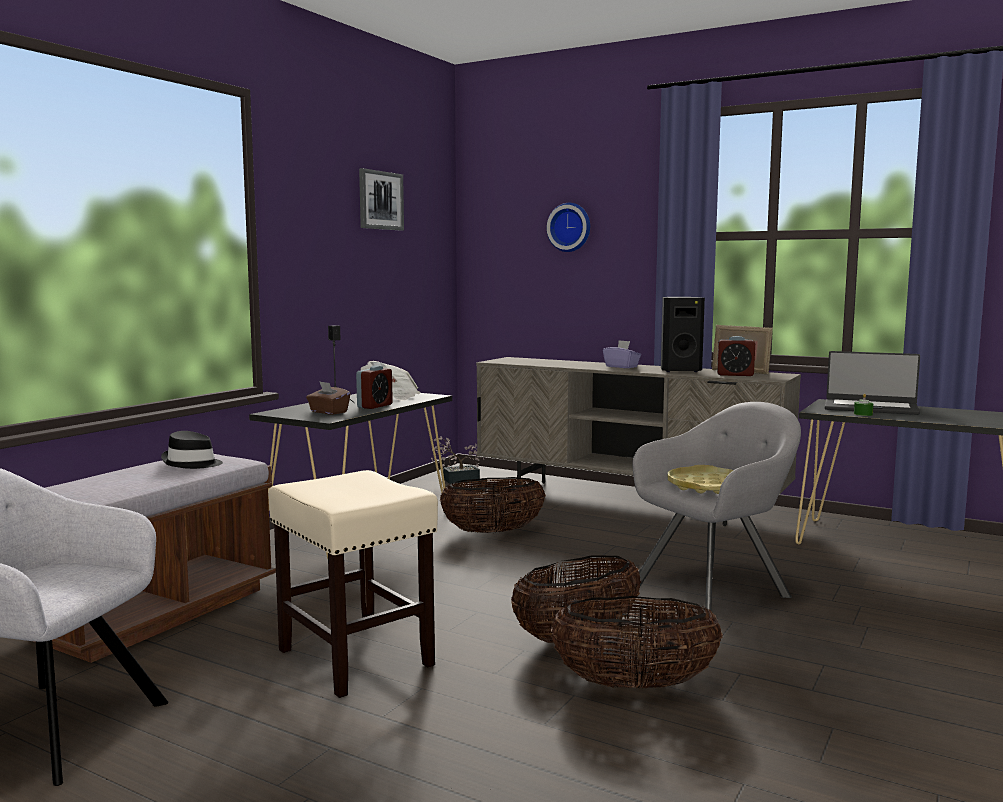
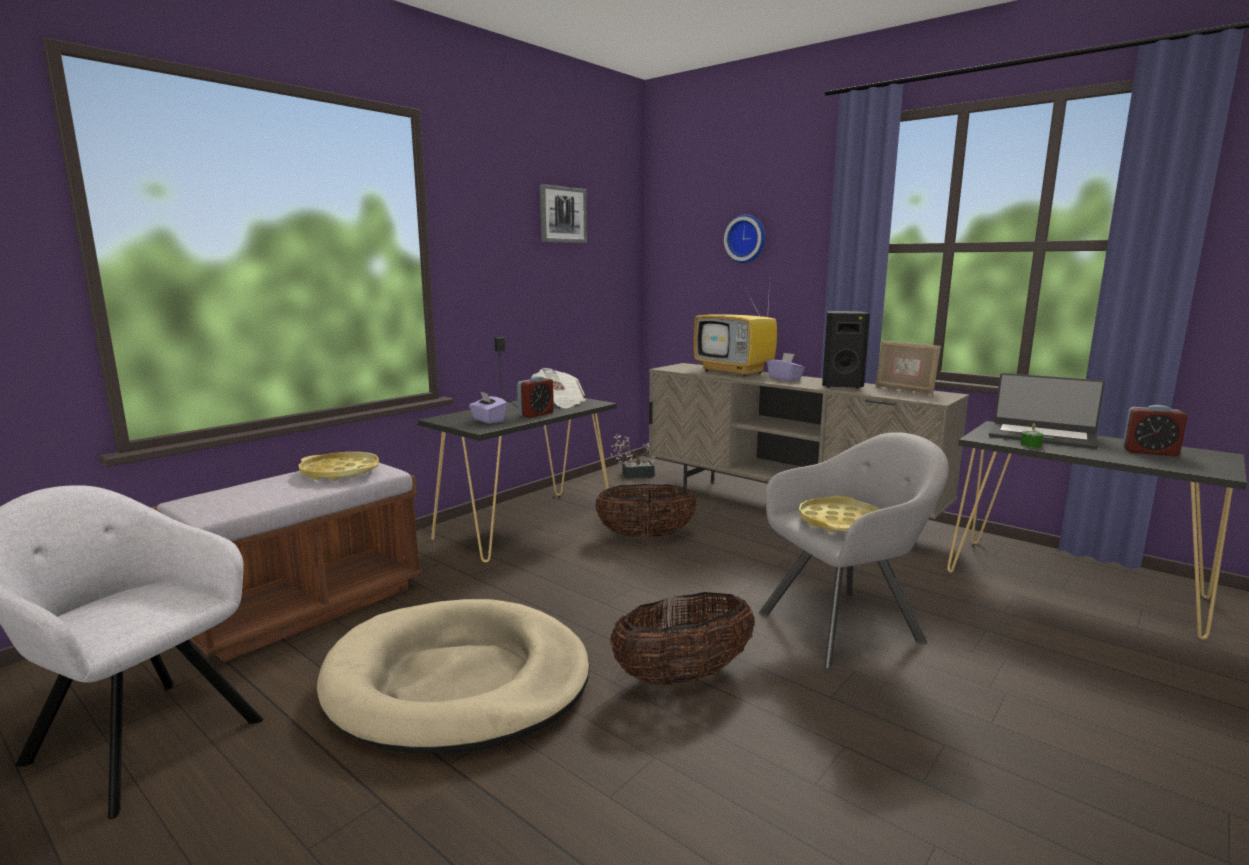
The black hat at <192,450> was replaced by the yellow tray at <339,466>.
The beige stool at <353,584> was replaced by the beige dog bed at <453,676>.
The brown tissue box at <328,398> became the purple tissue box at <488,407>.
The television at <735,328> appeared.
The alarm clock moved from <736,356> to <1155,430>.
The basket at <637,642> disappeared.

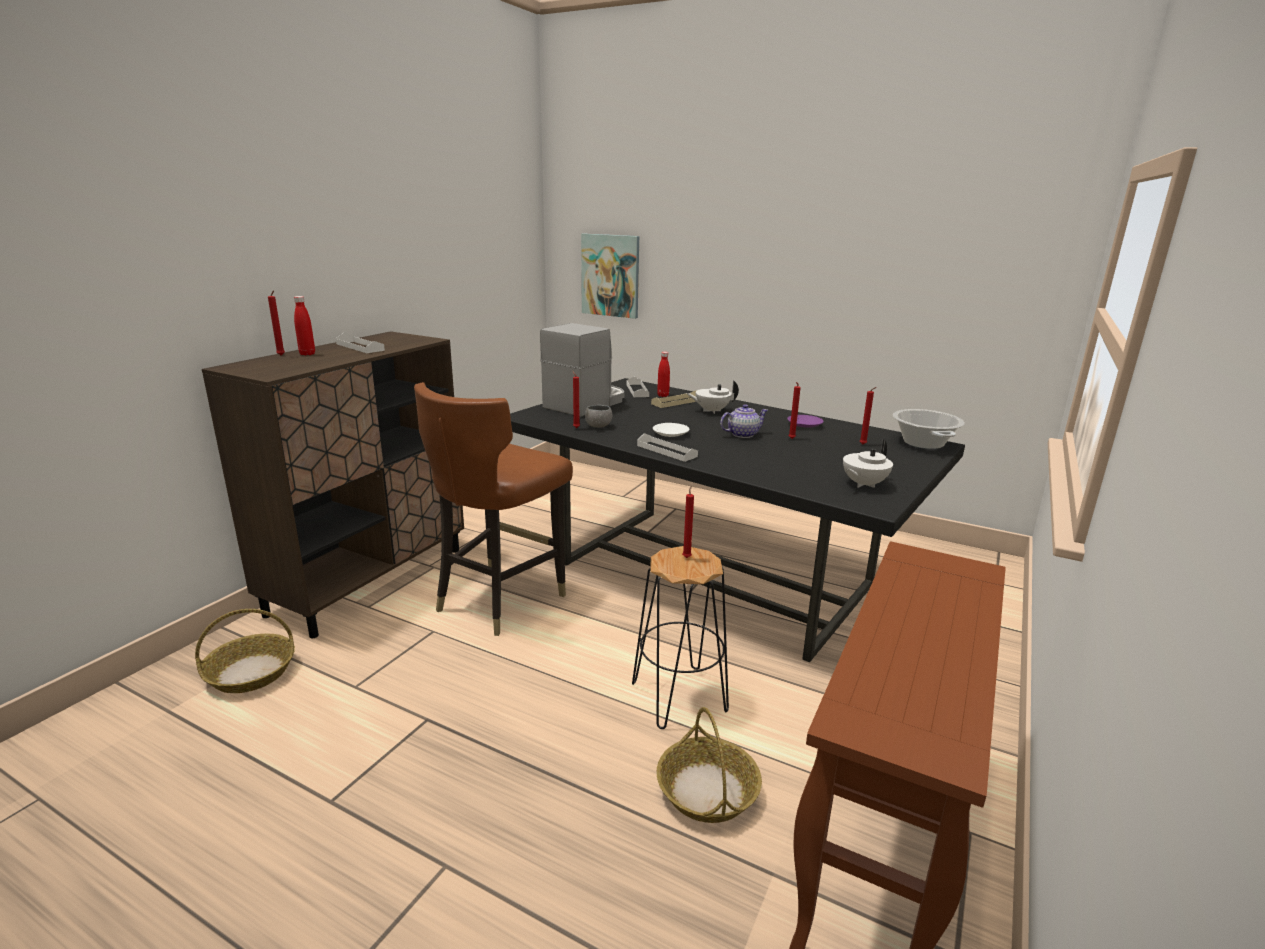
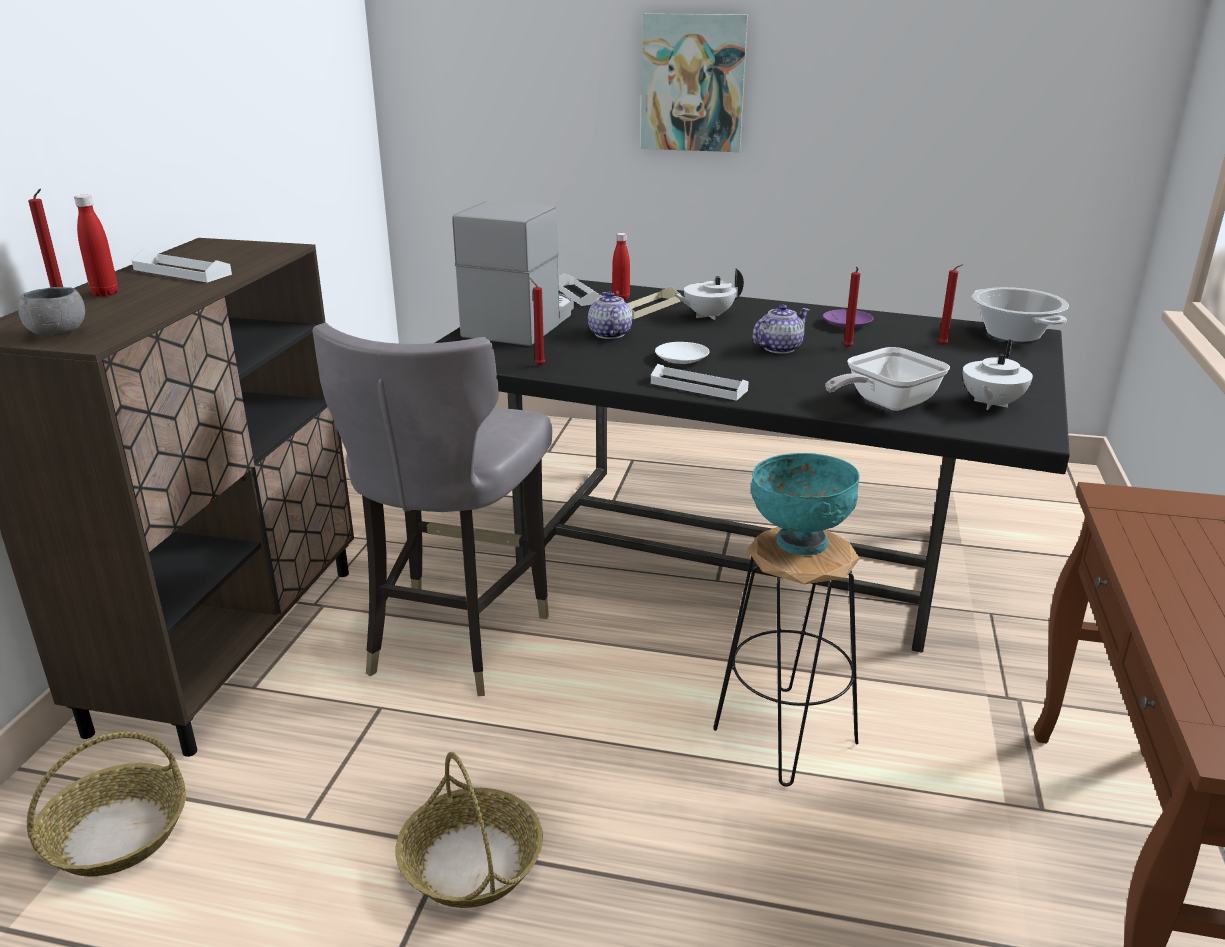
The grey bowl moved from <598,416> to <51,312>.
The brown chair at <493,509> became the grey chair at <432,509>.
The basket moved from <709,765> to <469,830>.
The teapot at <610,315> appeared.
The picture moved from <610,276> to <694,82>.
The red candle at <688,521> was replaced by the turquoise bowl at <805,504>.
The frying pan at <887,379> appeared.

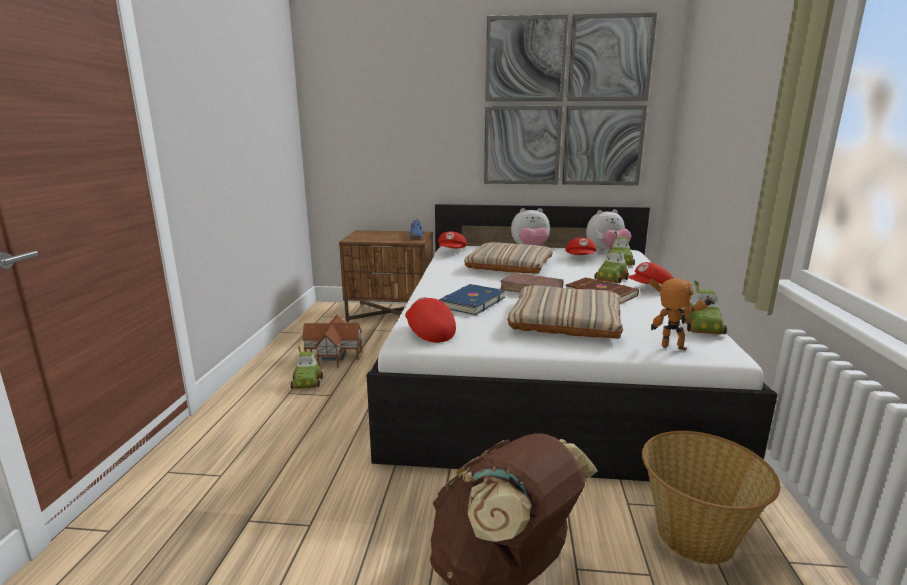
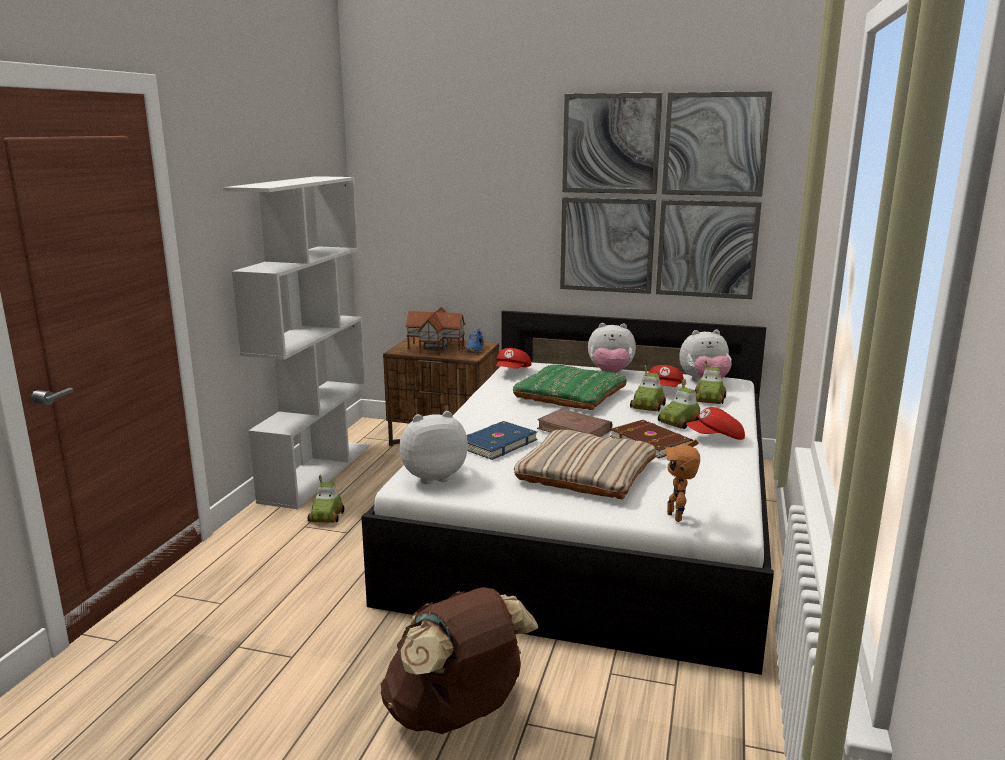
The white bookcase at <296,342> appeared.
The red cap at <430,320> was replaced by the plush toy at <433,447>.
The toy house moved from <332,341> to <435,331>.
The beige pillow at <508,258> became the green pillow at <570,387>.
The toy car moved from <704,307> to <648,388>.
The toy robot at <682,314> turned 135 degrees counterclockwise.
The basket at <711,497> disappeared.

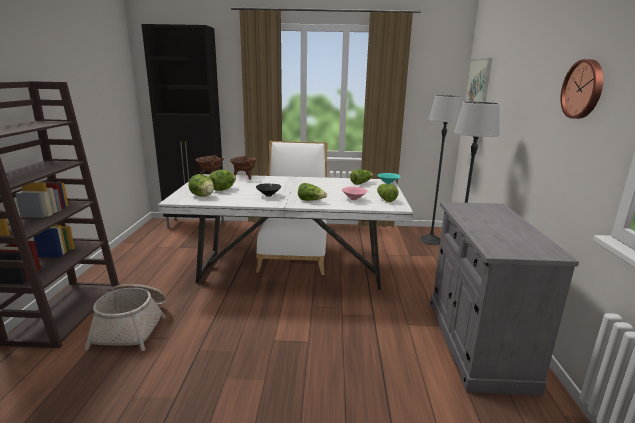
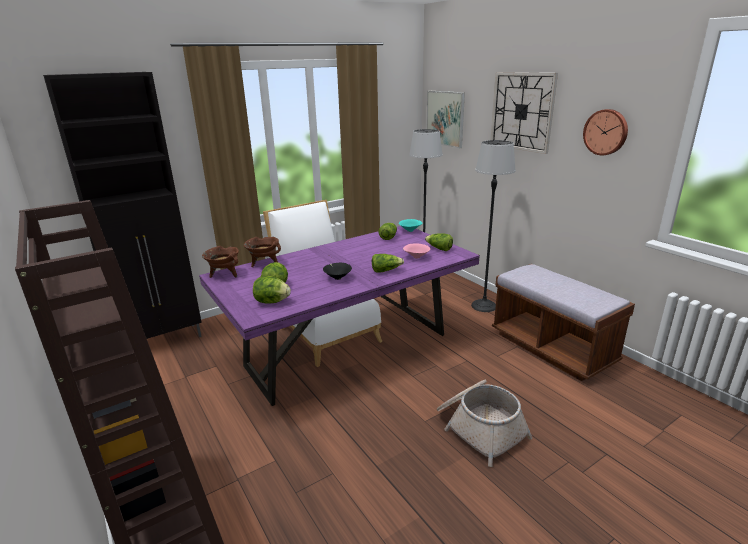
The white dining table at <285,232> became the purple dining table at <339,316>.
The basket moved from <125,317> to <484,423>.
The wall clock at <524,113> appeared.
The grey cabinet at <504,298> was replaced by the brown bench at <563,322>.

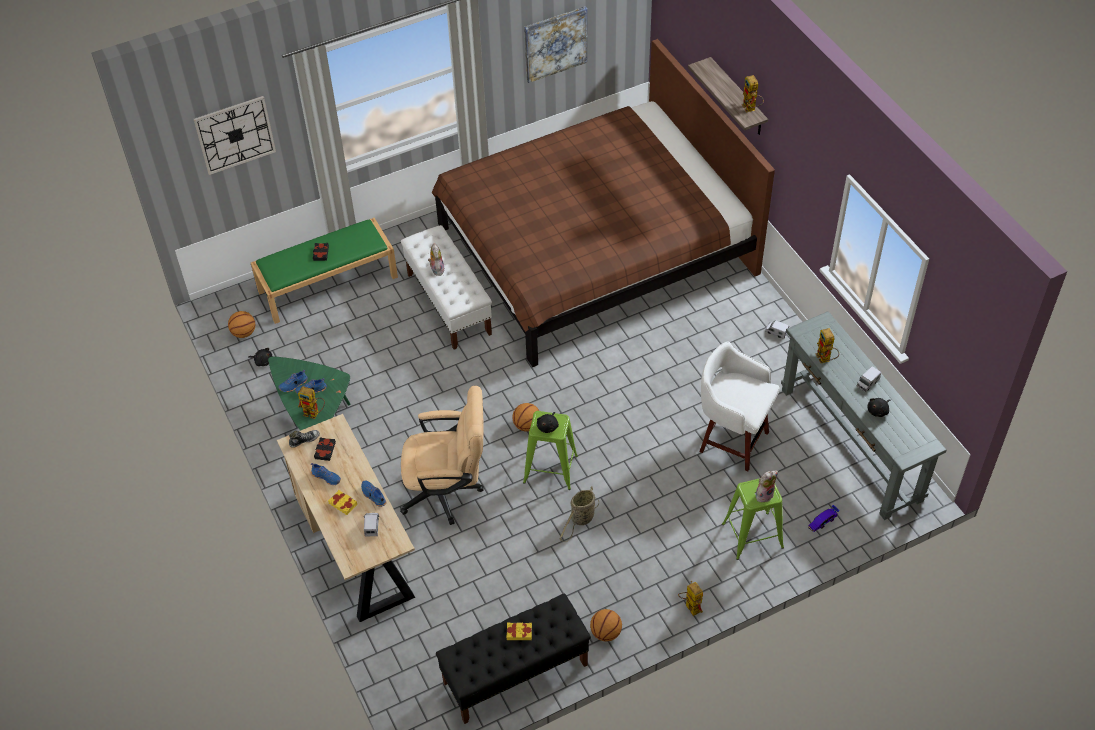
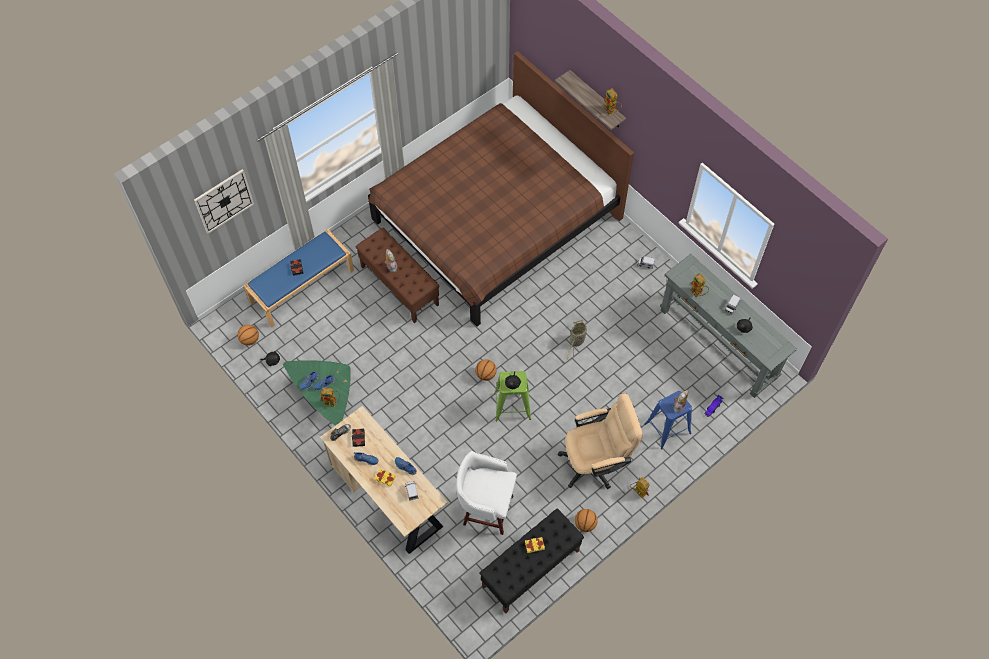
The green bench at <324,271> became the blue bench at <298,278>.
The white bench at <446,287> became the brown bench at <397,275>.
The white stool moved from <740,406> to <486,493>.
The beige office chair moved from <442,455> to <600,441>.
The basket moved from <579,514> to <577,339>.
The green stool at <753,519> became the blue stool at <668,420>.
The picture at <555,44> disappeared.

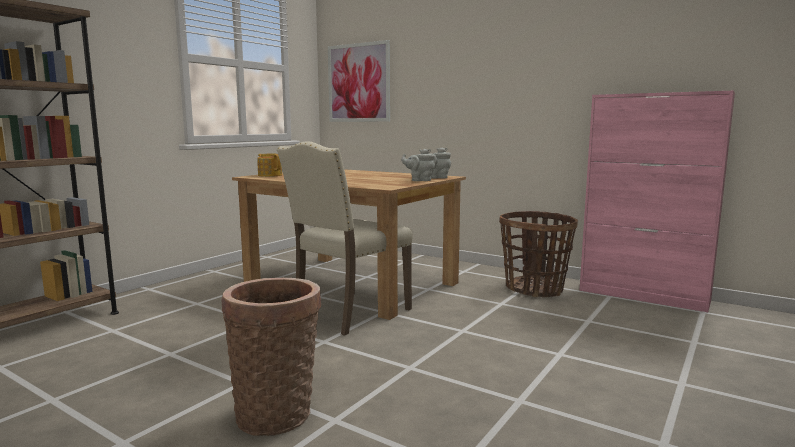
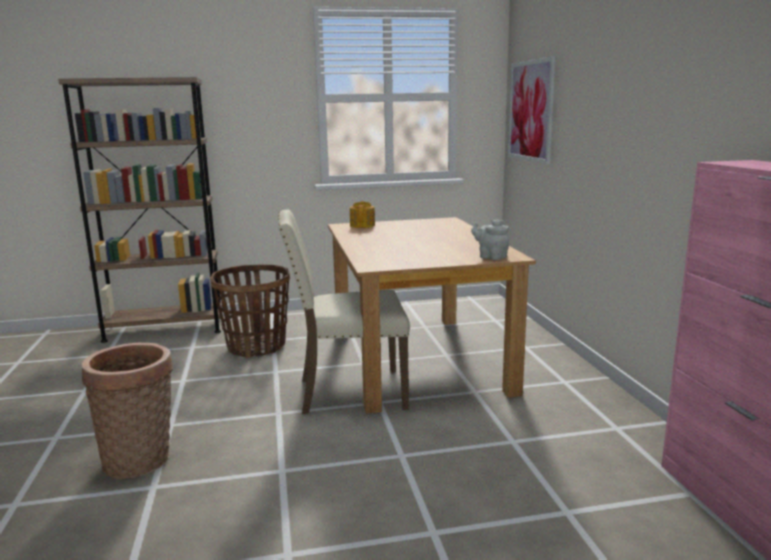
The basket moved from <538,254> to <250,311>.
The grey teapot at <418,165> disappeared.

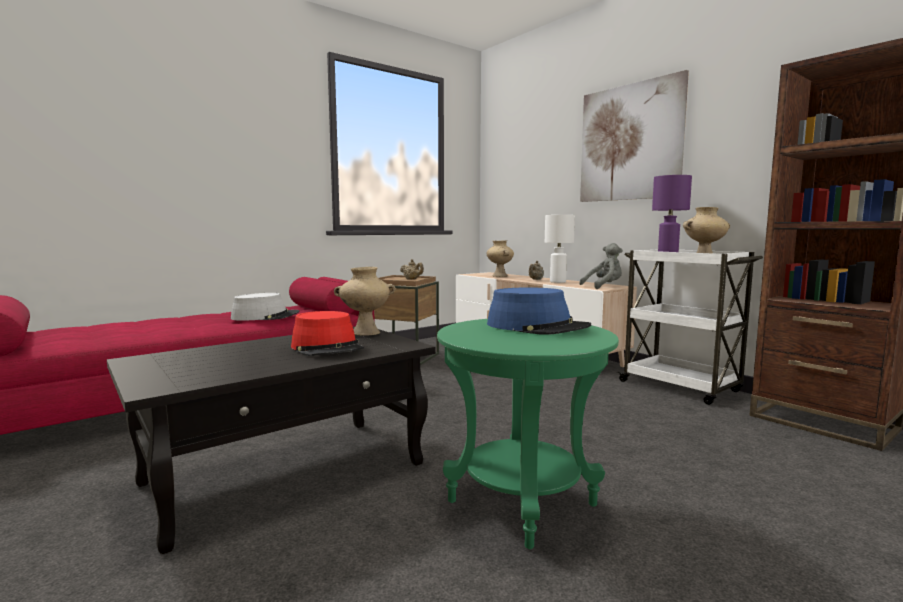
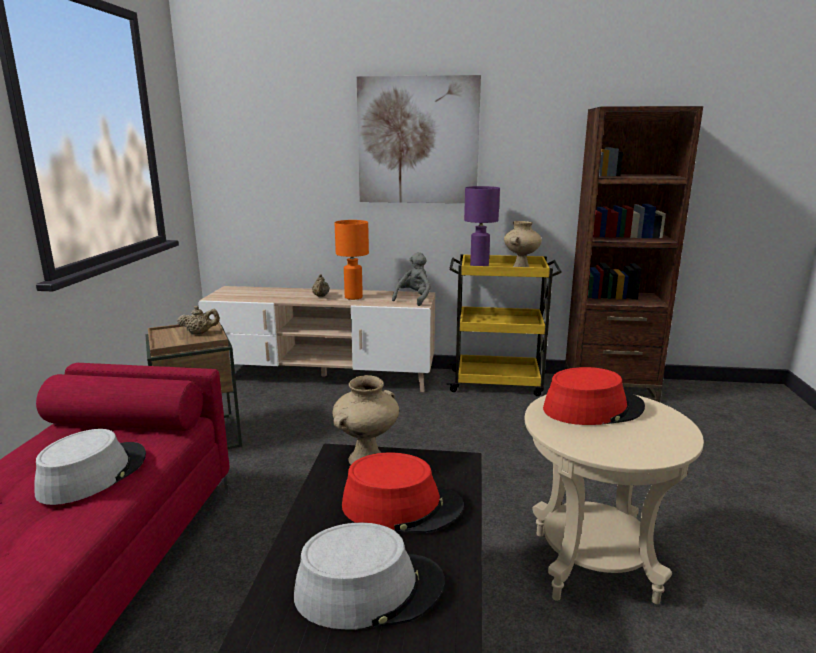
The grey hat at <369,576> appeared.
The white table lamp at <560,249> became the orange table lamp at <352,260>.
The white cart at <690,327> became the yellow cart at <504,325>.
The green side table at <528,434> became the beige side table at <614,499>.
The blue hat at <539,311> became the red hat at <594,396>.
The beige vase at <500,258> disappeared.

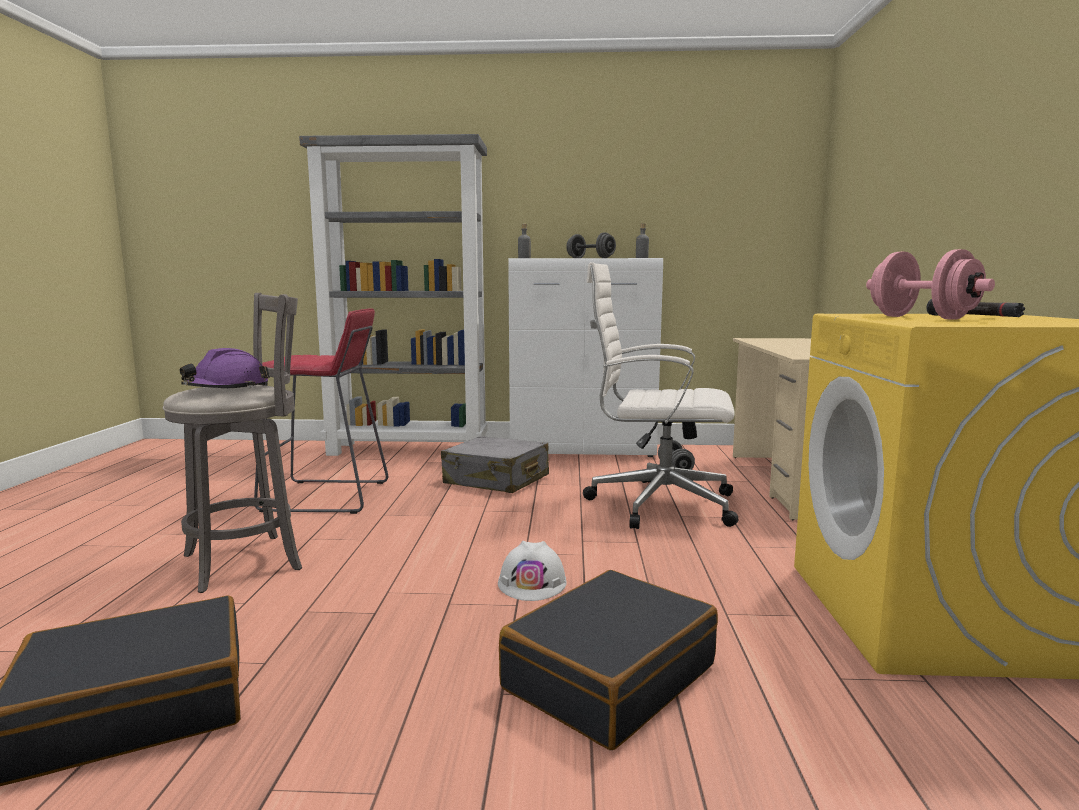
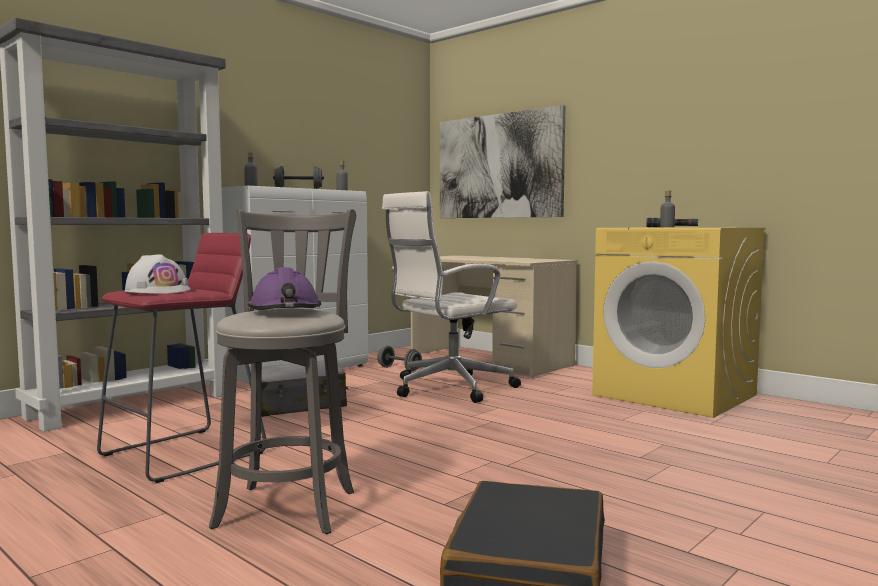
The white hard hat moved from <532,571> to <157,274>.
The picture at <503,161> appeared.
The pink dumbbell at <930,284> was replaced by the grey bottle at <667,209>.
The black suitcase at <608,660> disappeared.

